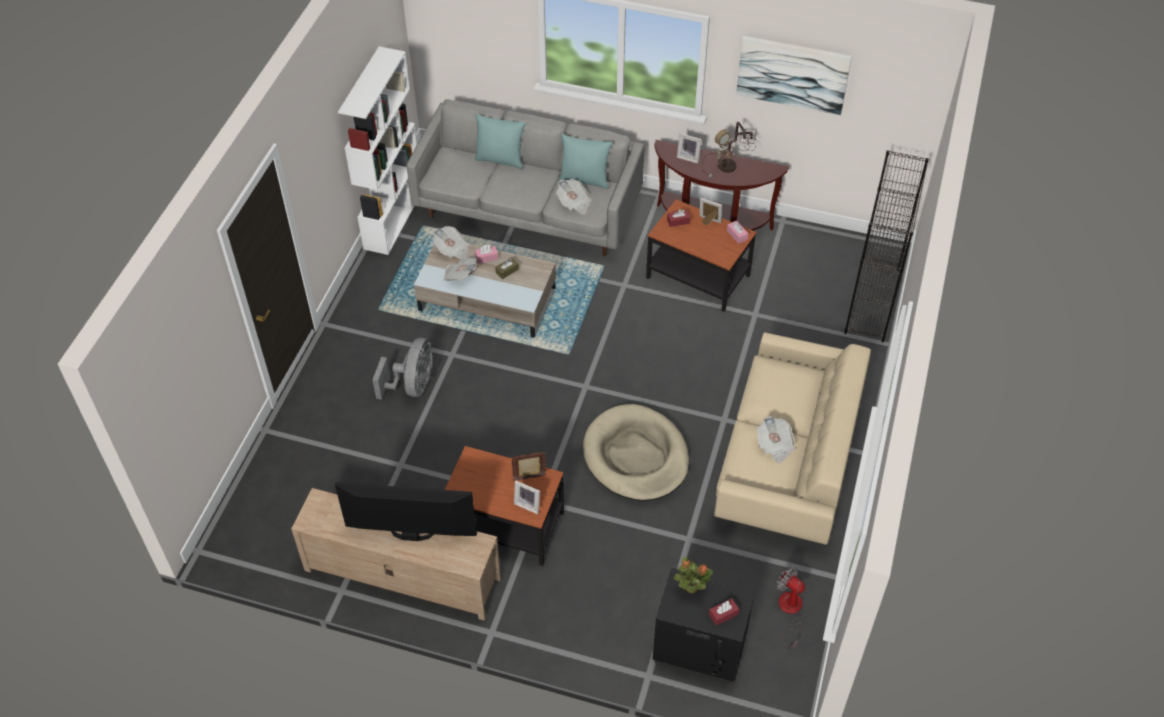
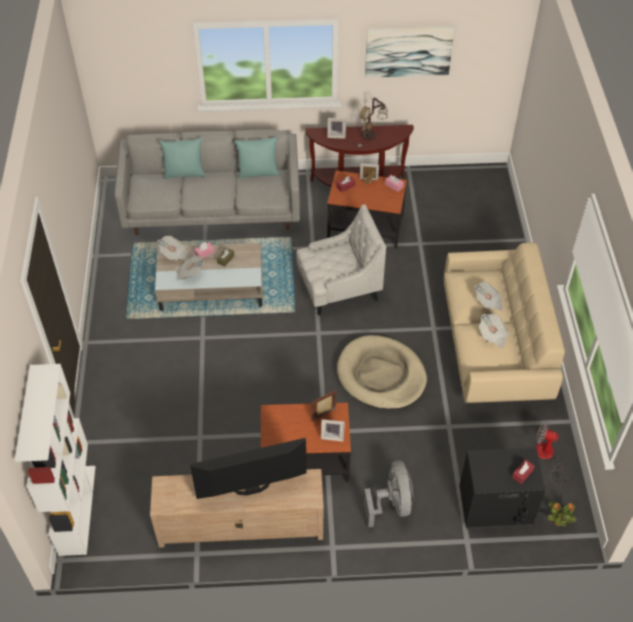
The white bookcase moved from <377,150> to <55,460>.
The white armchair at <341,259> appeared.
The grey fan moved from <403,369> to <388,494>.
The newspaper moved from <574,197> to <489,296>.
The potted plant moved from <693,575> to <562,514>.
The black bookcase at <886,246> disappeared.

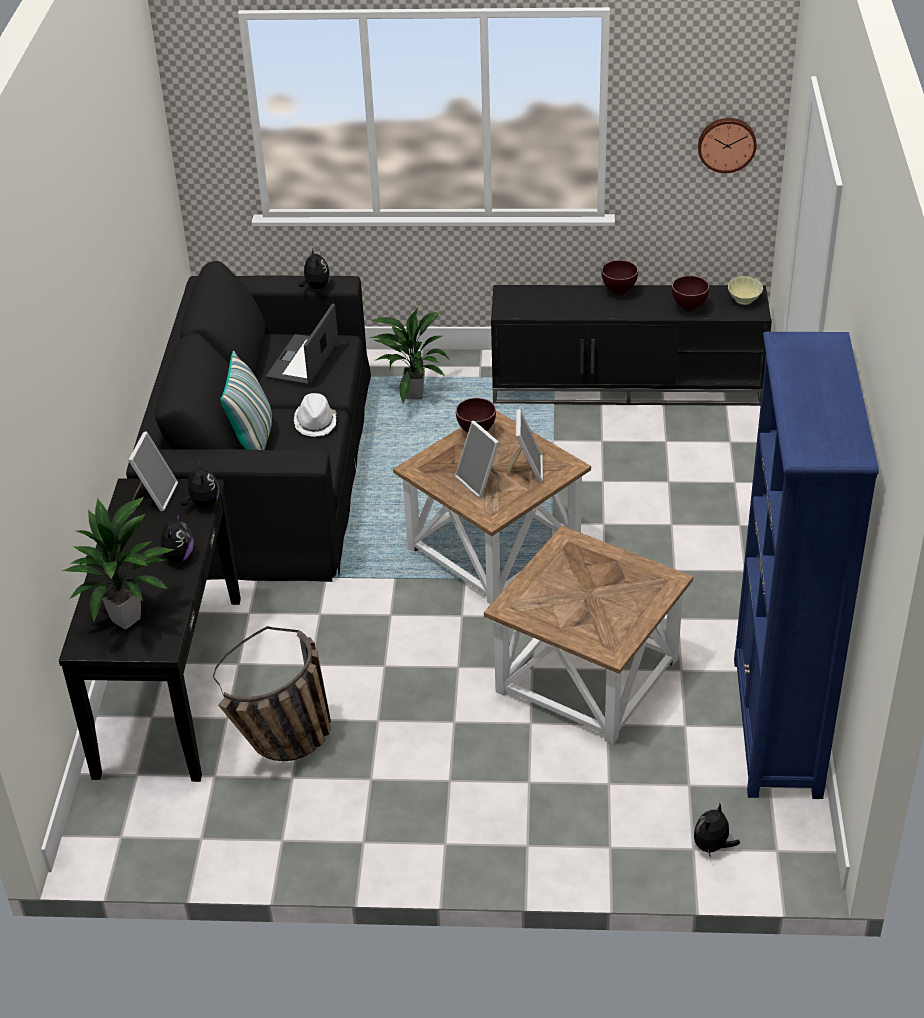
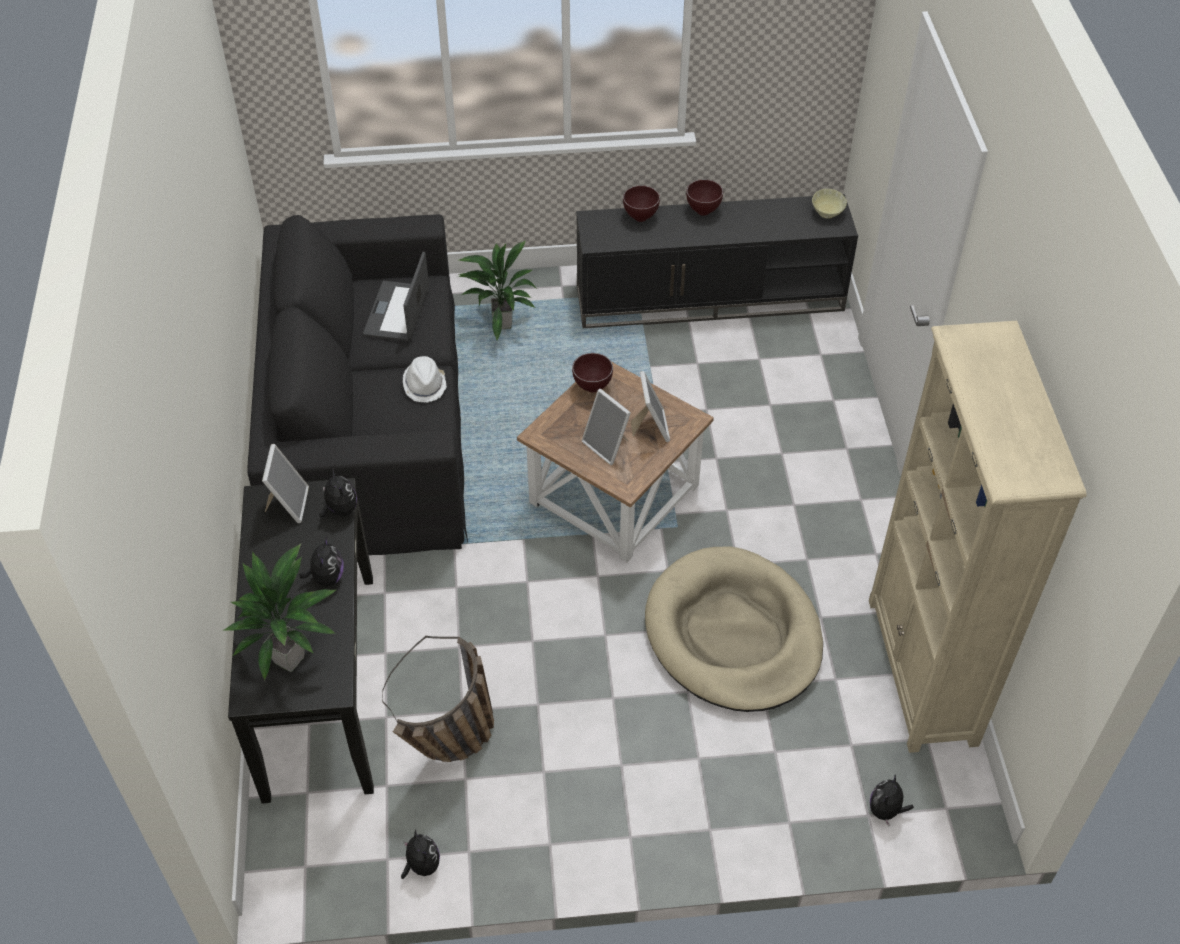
The plush toy moved from <314,269> to <420,854>.
The brown bowl moved from <690,294> to <641,203>.
The brown side table at <588,635> was replaced by the beige dog bed at <734,629>.
The blue bookcase at <806,565> became the beige bookcase at <977,537>.
The pillow at <246,400> disappeared.
The wall clock at <727,145> disappeared.

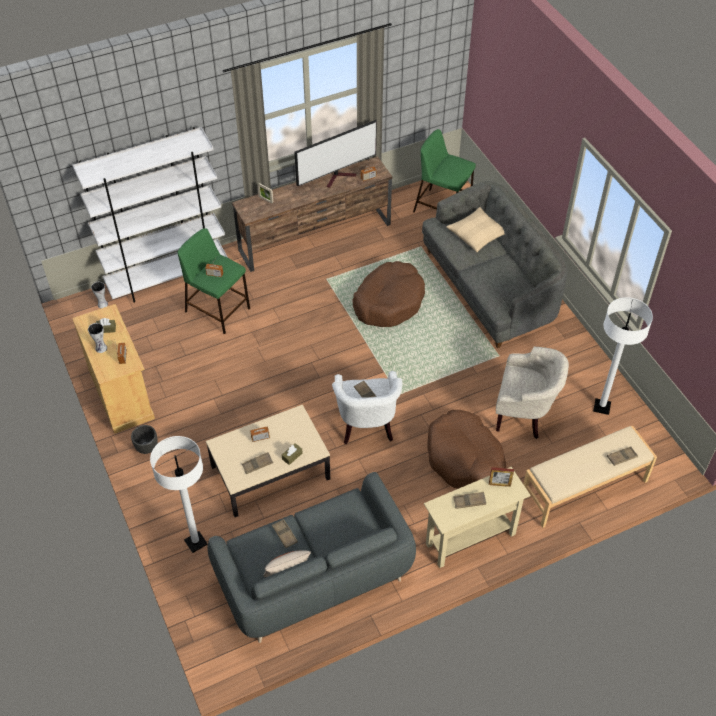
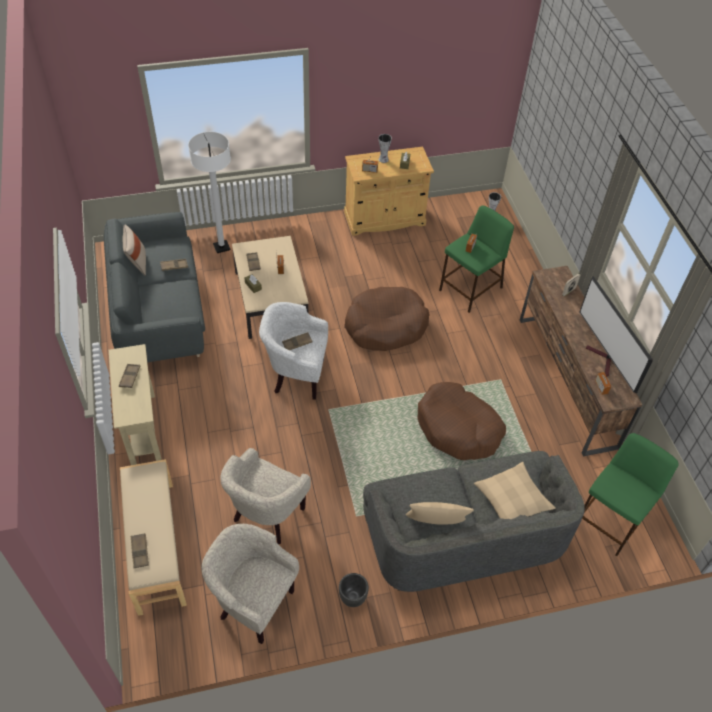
The white floor lamp at <623,356> was replaced by the beige armchair at <250,584>.
The black planter moved from <144,439> to <354,590>.
The brown dog bed moved from <467,449> to <387,319>.
The beige pillow at <440,513> appeared.
The white bookcase at <150,215> disappeared.
The picture frame at <501,477> disappeared.

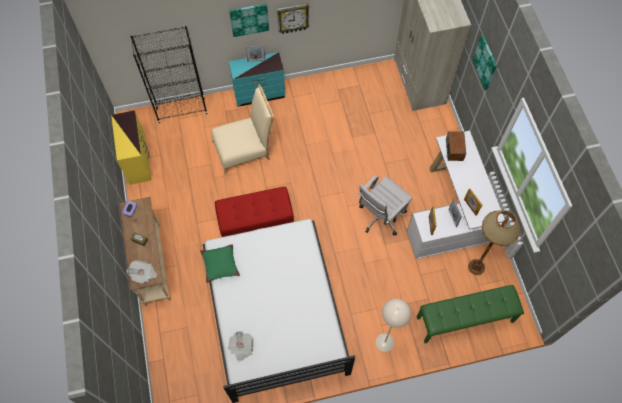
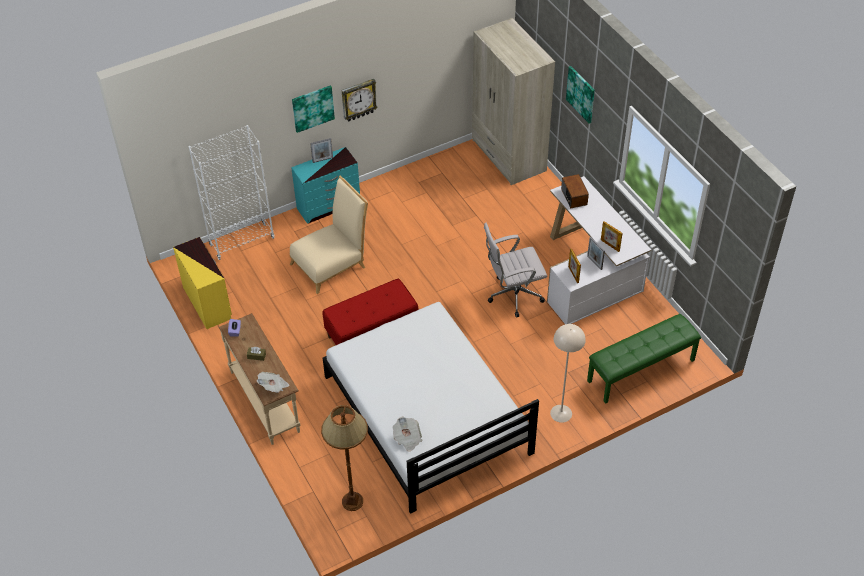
The black bookcase at <169,74> became the white bookcase at <232,192>.
The brown floor lamp moved from <494,242> to <344,458>.
The white office chair at <385,205> turned 45 degrees clockwise.
The green pillow at <220,263> disappeared.

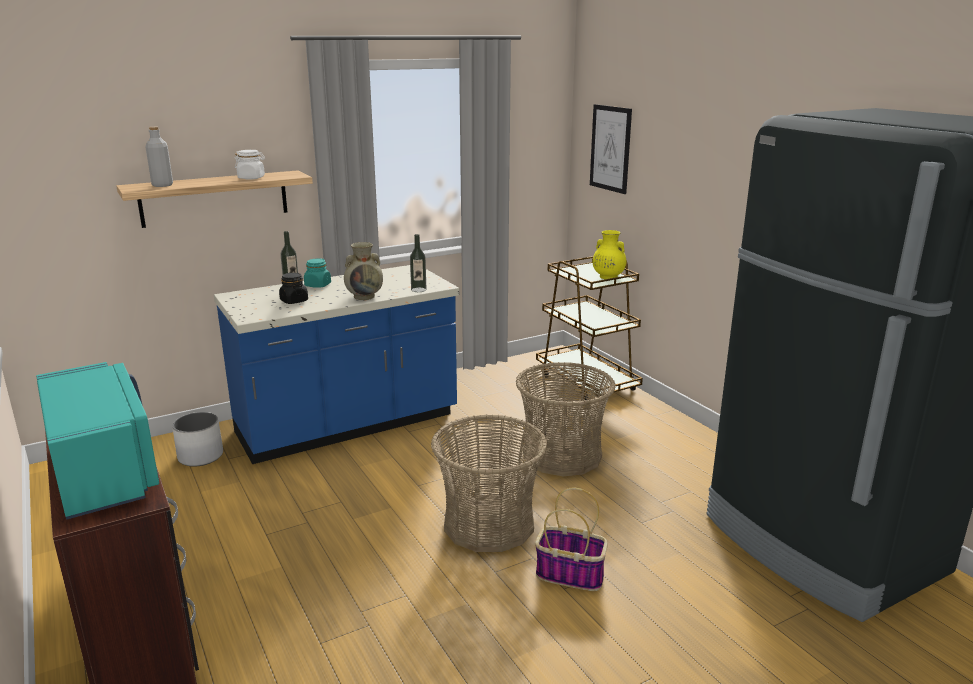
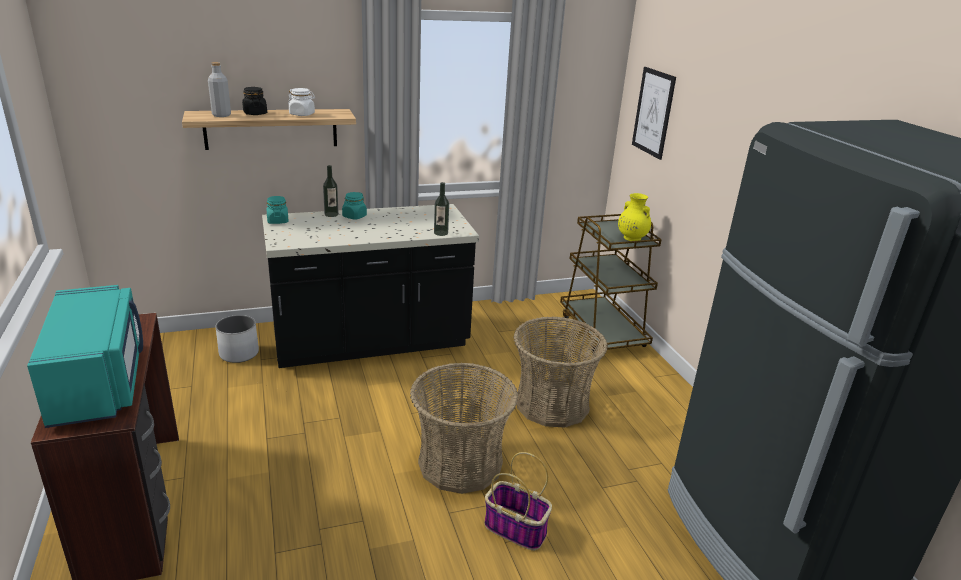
The black jar moved from <293,288> to <254,101>.
The blue counter at <336,364> became the black counter at <370,286>.
The turquoise jar at <277,210> appeared.
The beige vase at <363,271> disappeared.

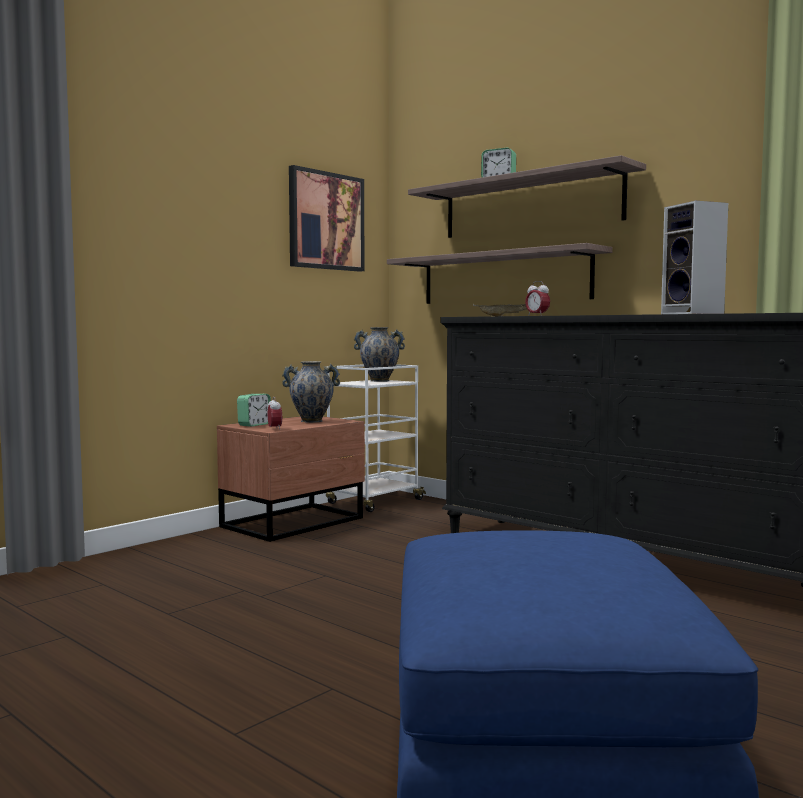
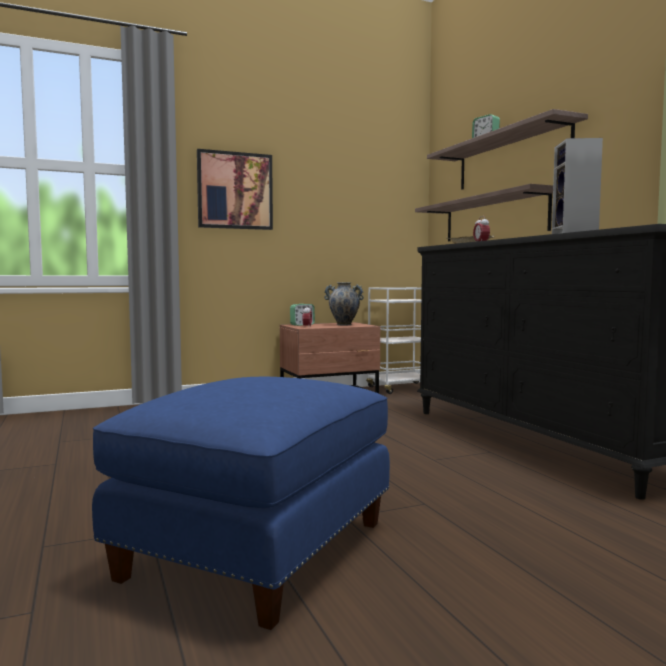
The picture moved from <327,218> to <235,189>.
The vase at <379,354> disappeared.

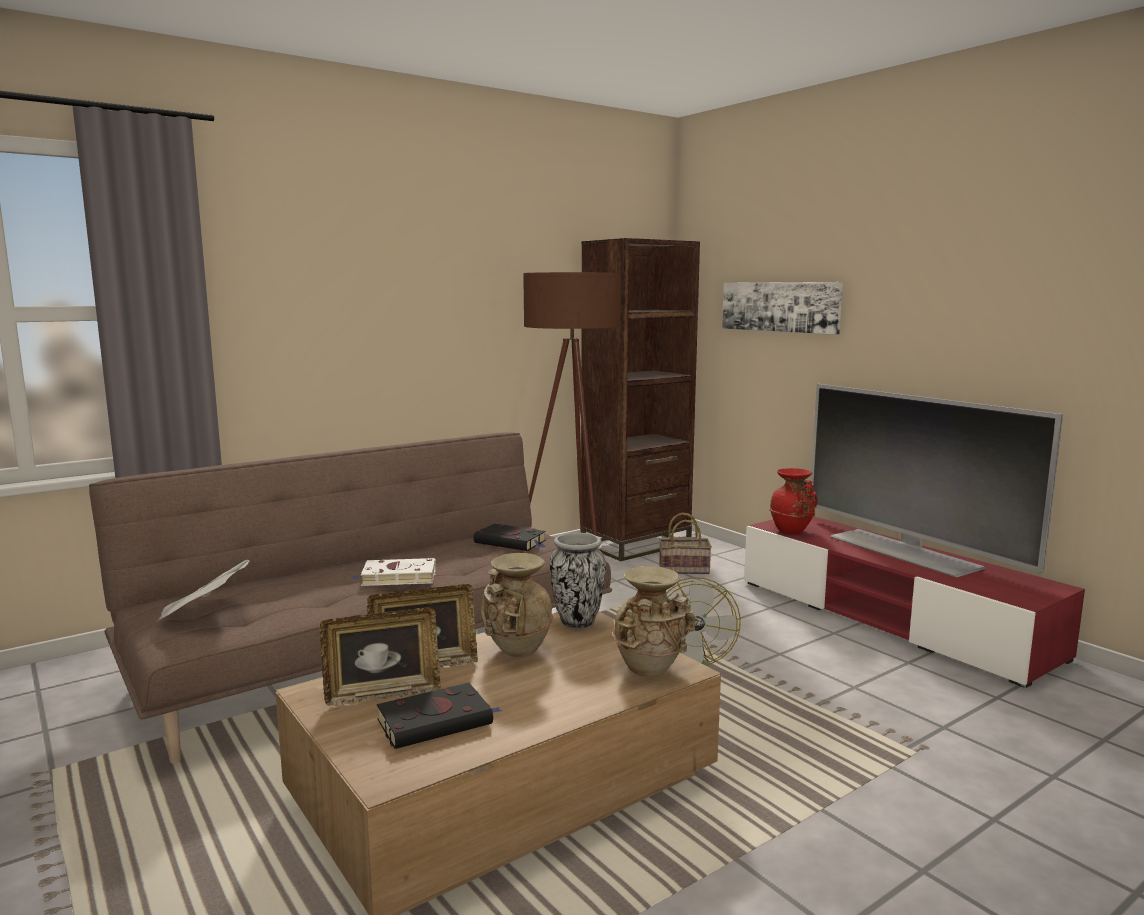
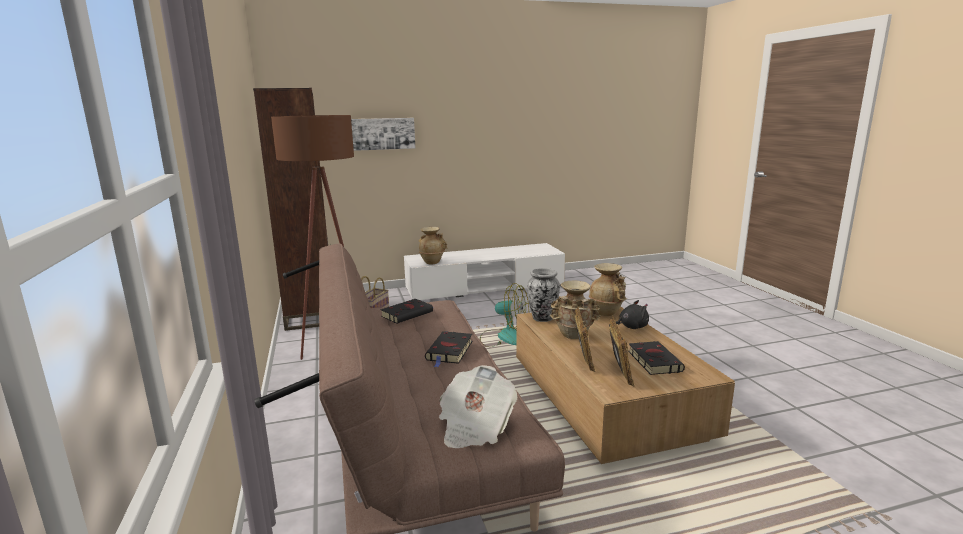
The red tv stand at <914,602> became the white tv stand at <484,272>.
The red vase at <793,501> became the beige vase at <433,245>.
The white book at <393,572> became the black book at <449,349>.
The black plush toy at <629,314> appeared.
The television at <937,481> disappeared.

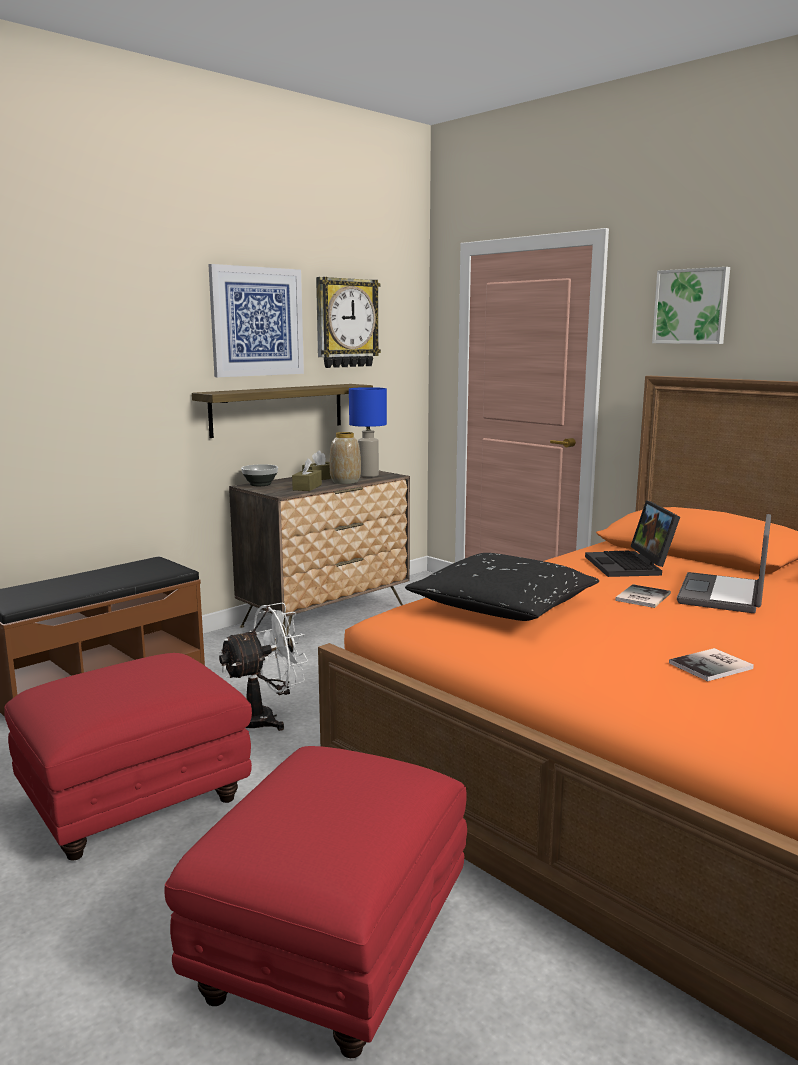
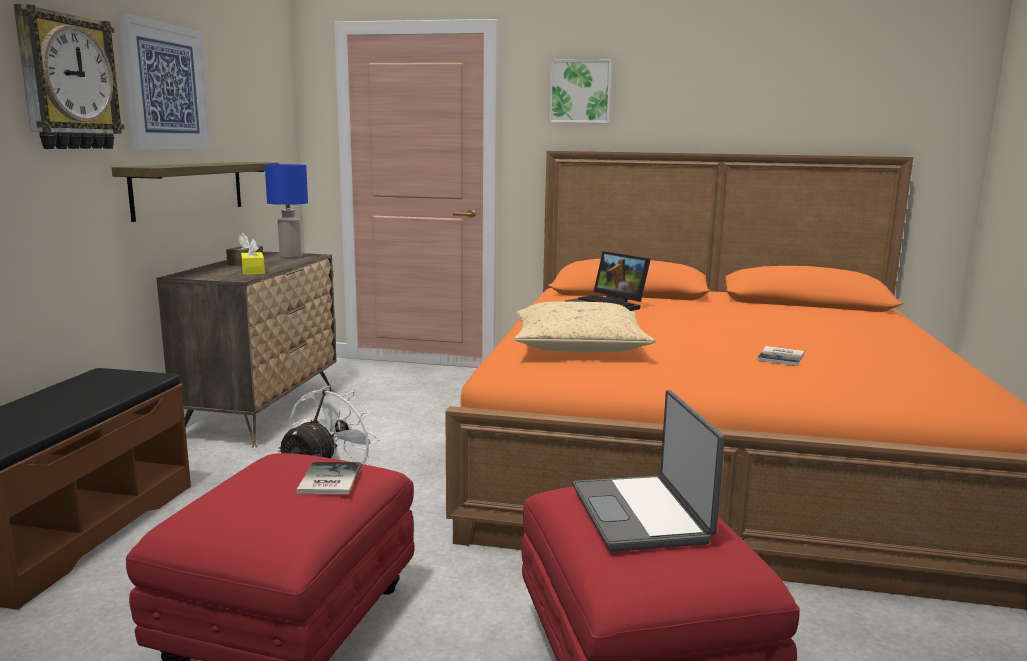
The wall clock moved from <348,322> to <69,76>.
The brown tissue box at <307,474> became the yellow tissue box at <253,257>.
The book moved from <643,596> to <329,478>.
The black pillow at <502,587> became the beige pillow at <584,327>.
The laptop moved from <724,563> to <649,471>.
The bowl at <259,475> disappeared.
The vase at <345,458> disappeared.

